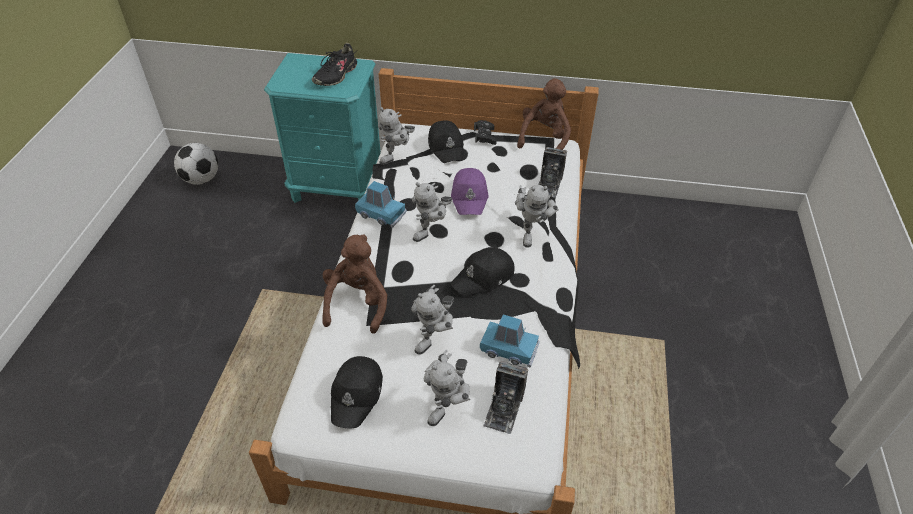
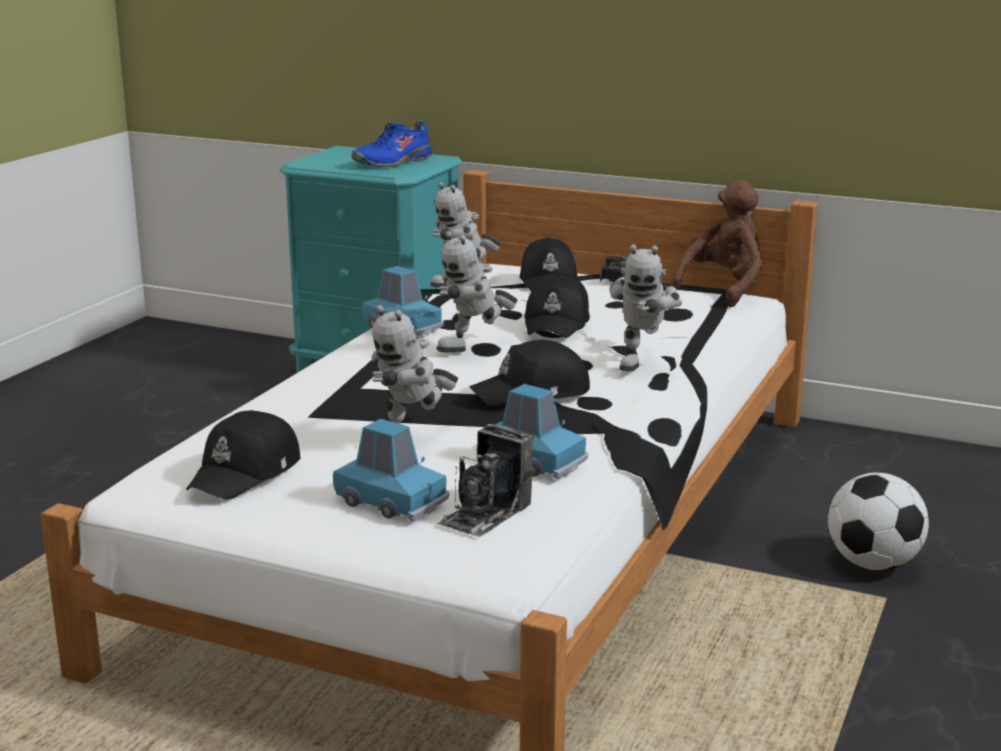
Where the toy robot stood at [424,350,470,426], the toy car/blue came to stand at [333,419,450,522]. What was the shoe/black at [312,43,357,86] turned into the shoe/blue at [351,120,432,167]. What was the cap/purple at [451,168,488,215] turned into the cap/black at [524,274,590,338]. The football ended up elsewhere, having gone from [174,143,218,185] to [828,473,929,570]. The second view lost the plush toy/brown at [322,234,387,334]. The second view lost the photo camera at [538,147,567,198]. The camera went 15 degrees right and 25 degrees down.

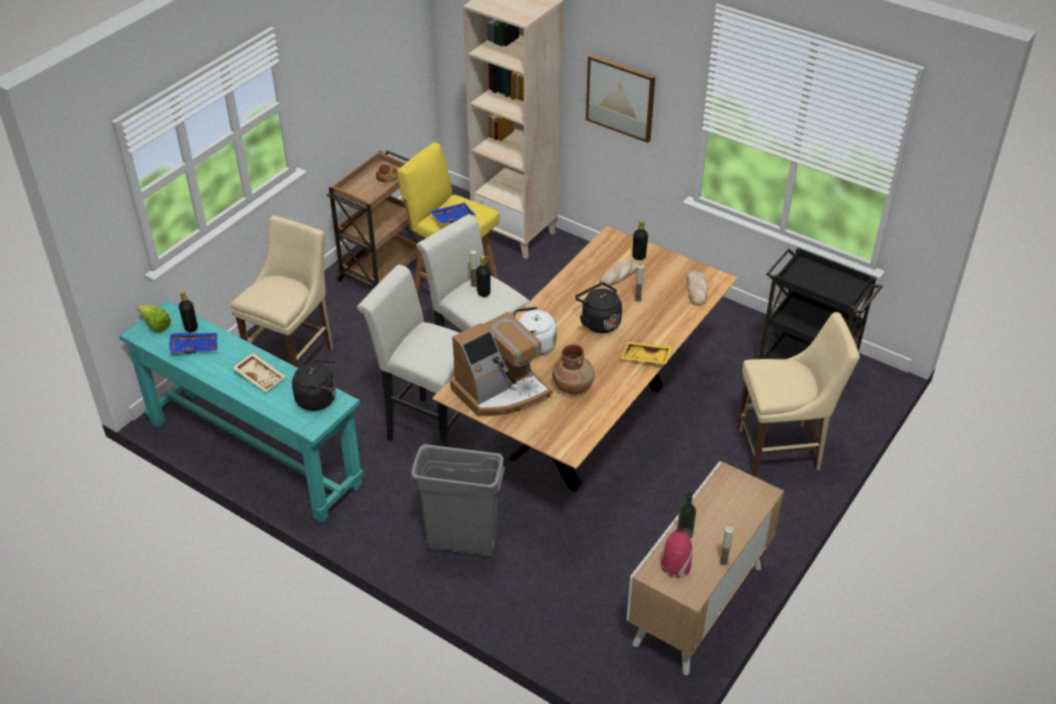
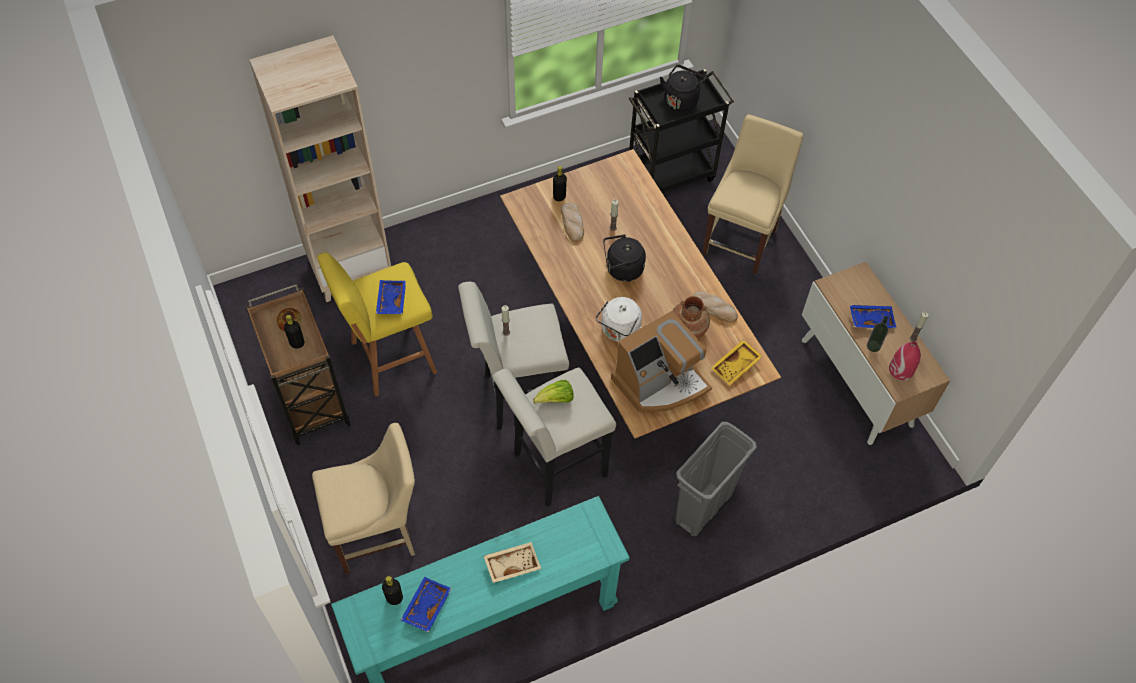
The bottle/black ended up elsewhere, having gone from [476,255,490,297] to [284,315,304,348]. The chair/beige at [231,215,333,368] ended up facing another way, 105 degrees clockwise from before. The lettuce ended up elsewhere, having gone from [137,305,171,332] to [533,380,574,404]. The coffee machine at [450,312,553,417] ended up facing another way, 60 degrees clockwise from before. The kettle/black ended up elsewhere, having gone from [292,359,337,411] to [660,65,706,112]. The bread ended up elsewhere, having gone from [687,271,707,306] to [693,291,738,323]. The tray/yellow ended up elsewhere, having gone from [621,342,672,364] to [711,339,763,385]. The second view gained the tray/blue at [850,305,896,328]. The second view lost the picture at [586,54,655,143]. The camera went 60 degrees left and 15 degrees up.

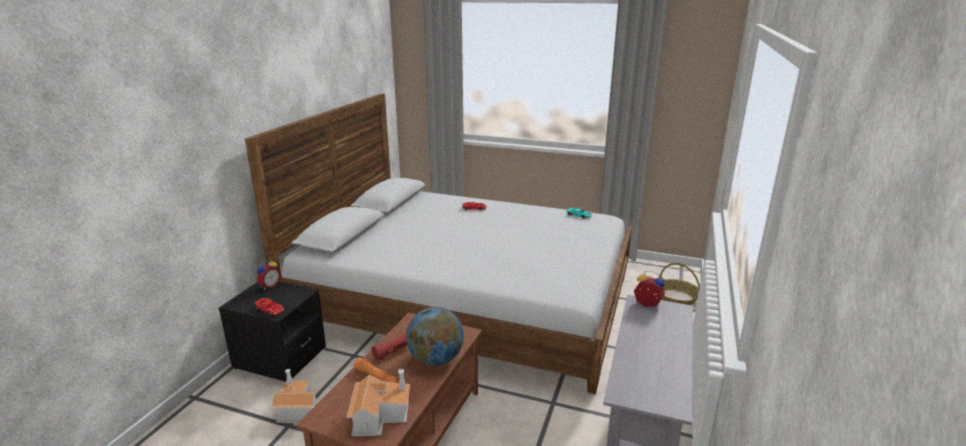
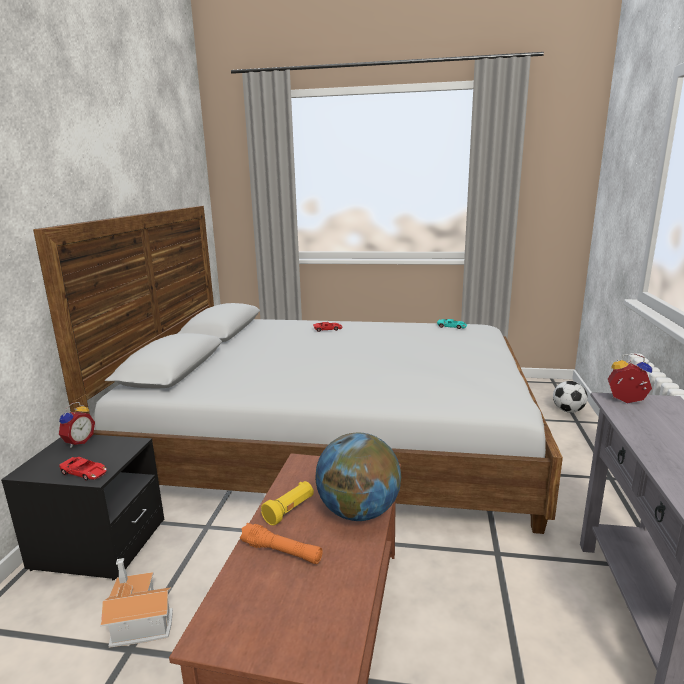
What was the flashlight/red at [372,334,407,361] turned into the flashlight/yellow at [261,481,314,526]. Where the basket stood at [659,263,700,305], the football came to stand at [553,381,588,413]. The second view lost the toy house at [347,369,410,436]. The camera went 10 degrees left and 5 degrees down.

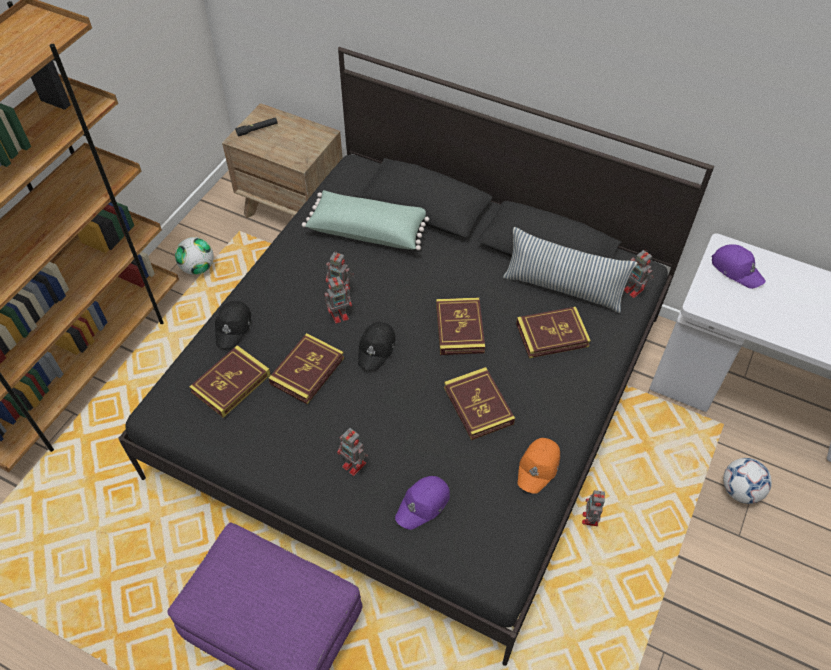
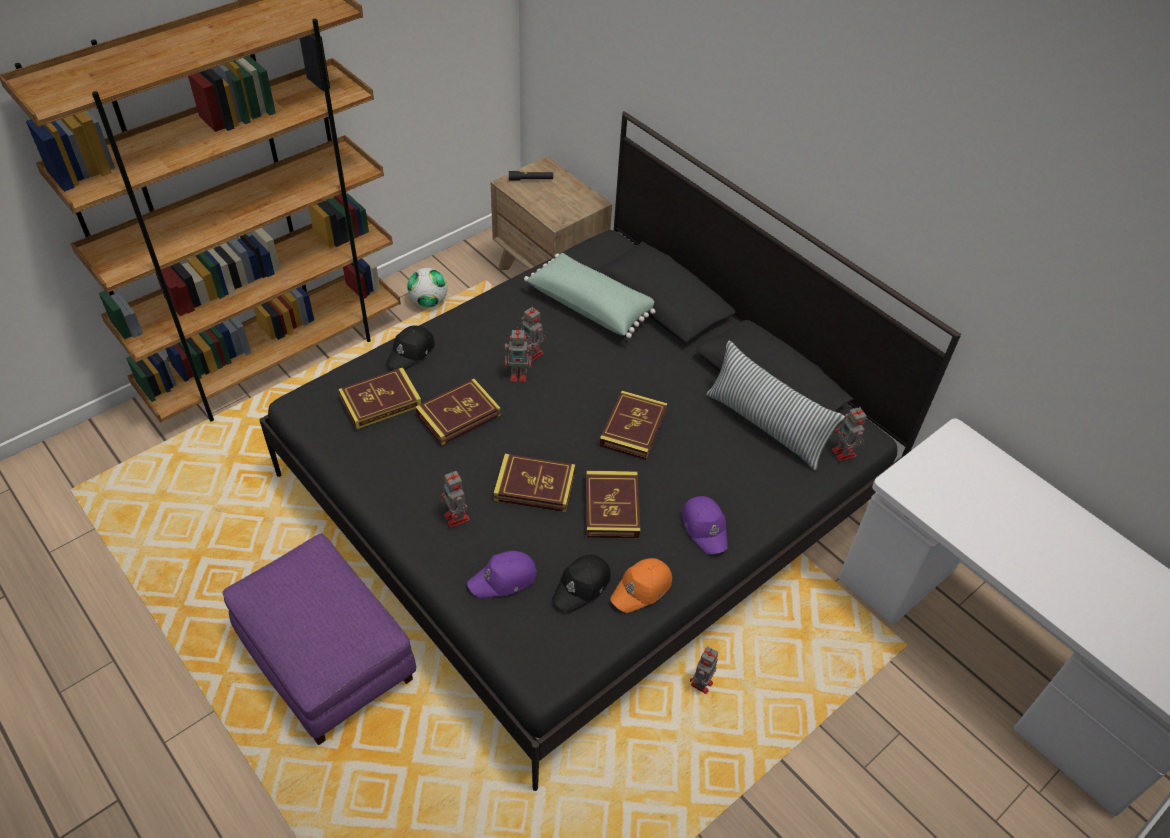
The book ended up elsewhere, having gone from [516,307,591,358] to [493,454,575,512]. The cap/black ended up elsewhere, having gone from [358,322,396,371] to [552,555,611,613]. The cap/purple ended up elsewhere, having gone from [711,244,766,289] to [682,496,728,554]. The second view lost the football at [723,458,772,504]. The camera went 20 degrees right and 5 degrees down.

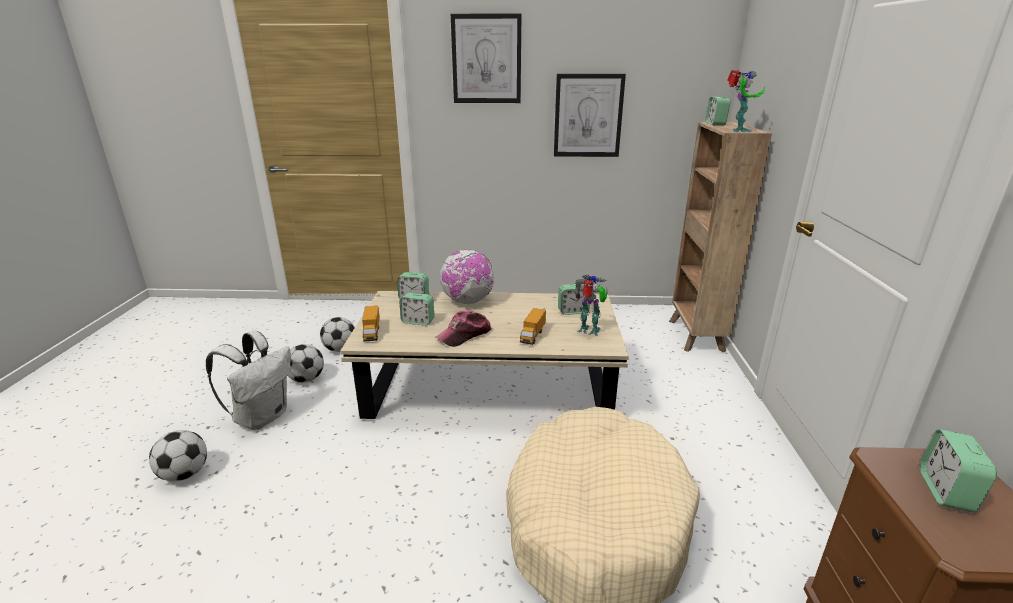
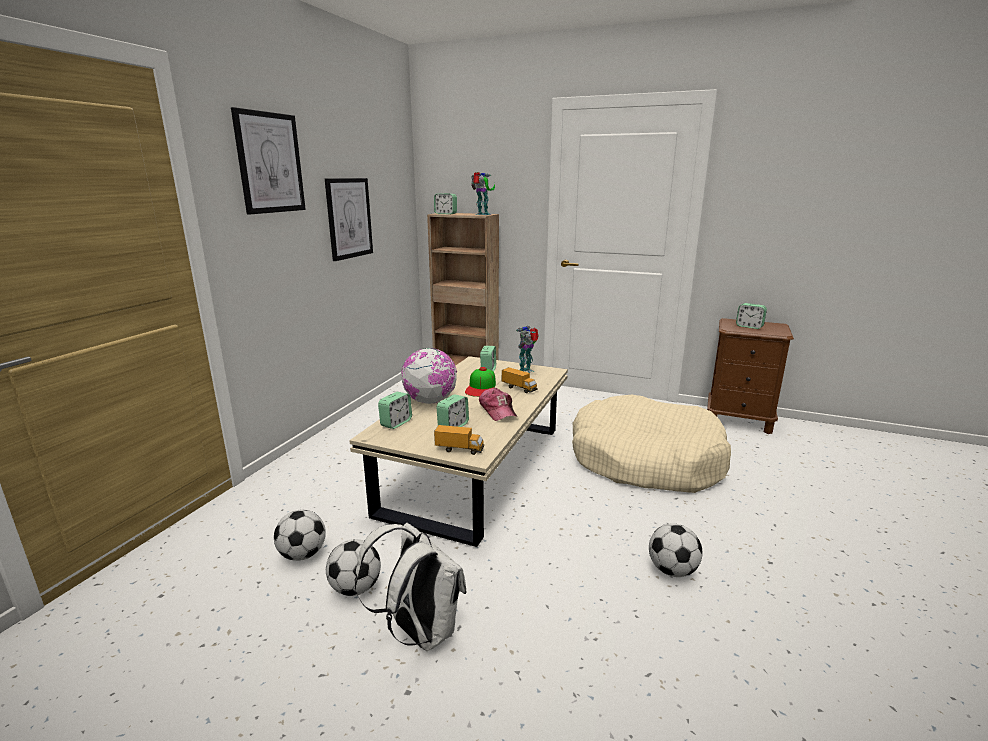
The second view gained the cap at [465,367,496,397]. The football ended up elsewhere, having gone from [149,430,207,482] to [649,523,702,577]. The camera went 70 degrees left and 5 degrees down.

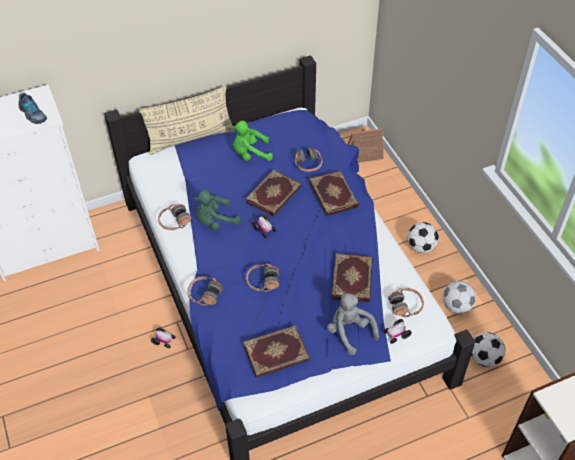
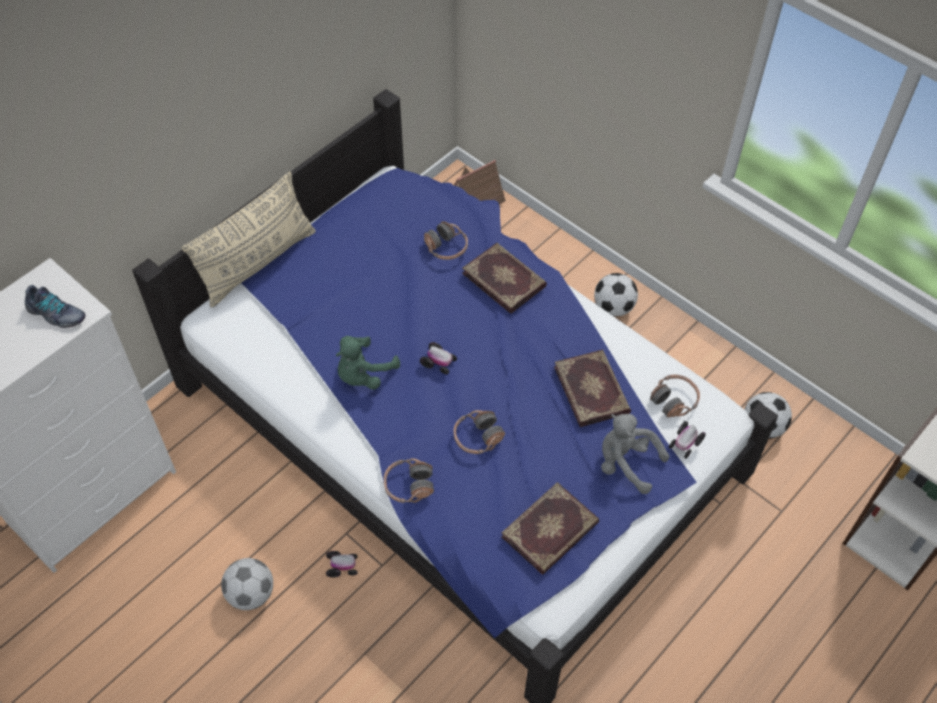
The football ended up elsewhere, having gone from [443,281,476,314] to [221,558,273,610]. The second view lost the headphones at [158,204,191,230]. The second view lost the plush toy/green at [232,121,273,161]. The second view lost the book at [246,170,302,217]. The camera went 25 degrees left and 5 degrees up.

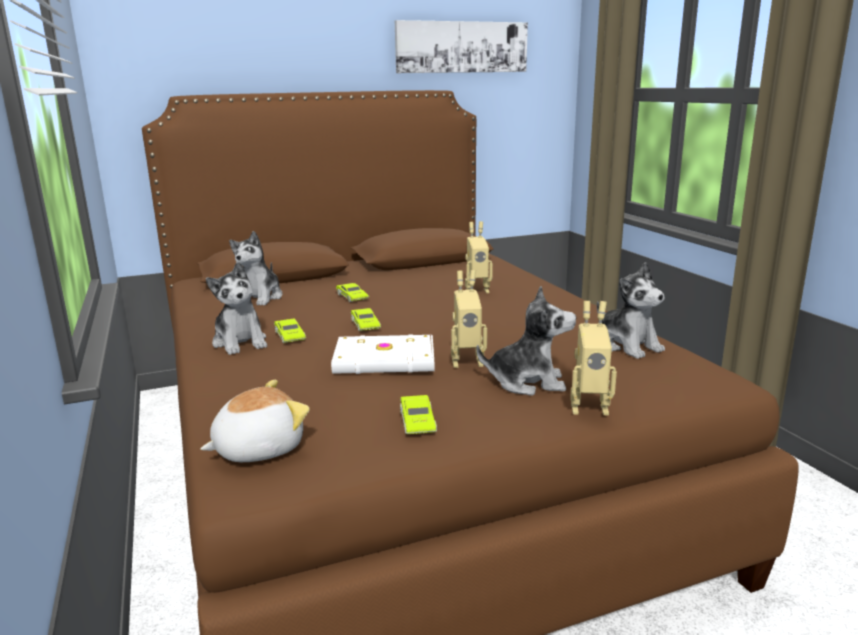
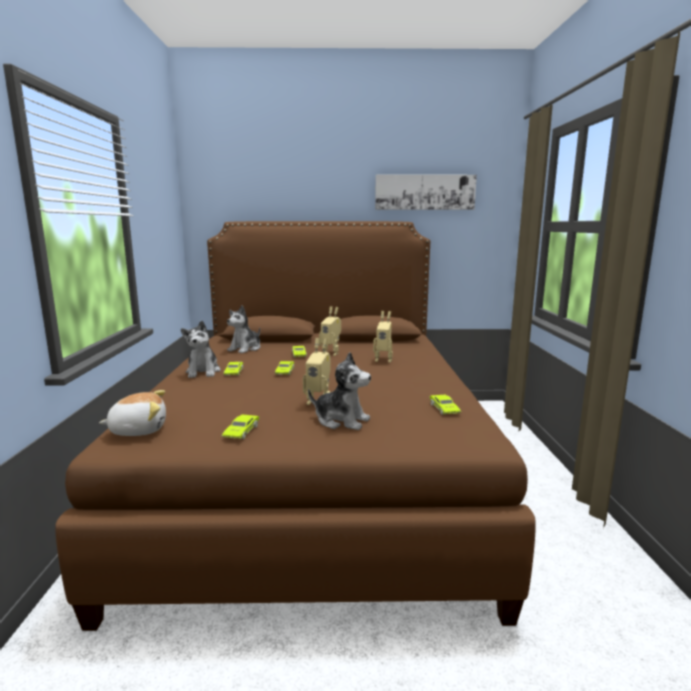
The toy robot ended up elsewhere, having gone from [570,301,617,415] to [319,306,341,356]. Where the plush toy stood at [597,262,665,359], the toy car/green came to stand at [429,395,461,415]. The second view lost the book/white at [331,334,435,374]. The camera went 20 degrees right and 5 degrees down.

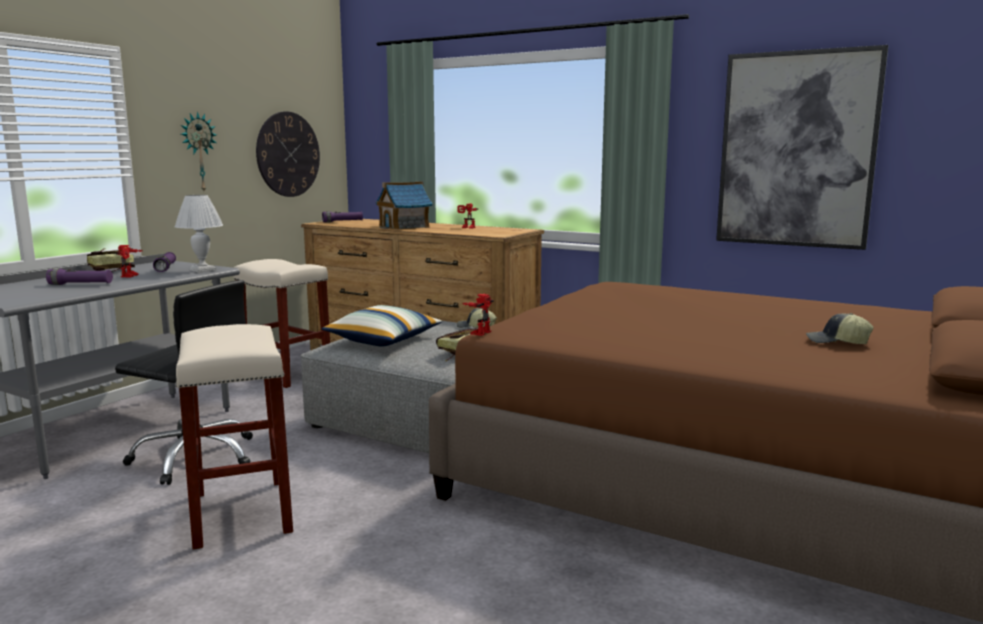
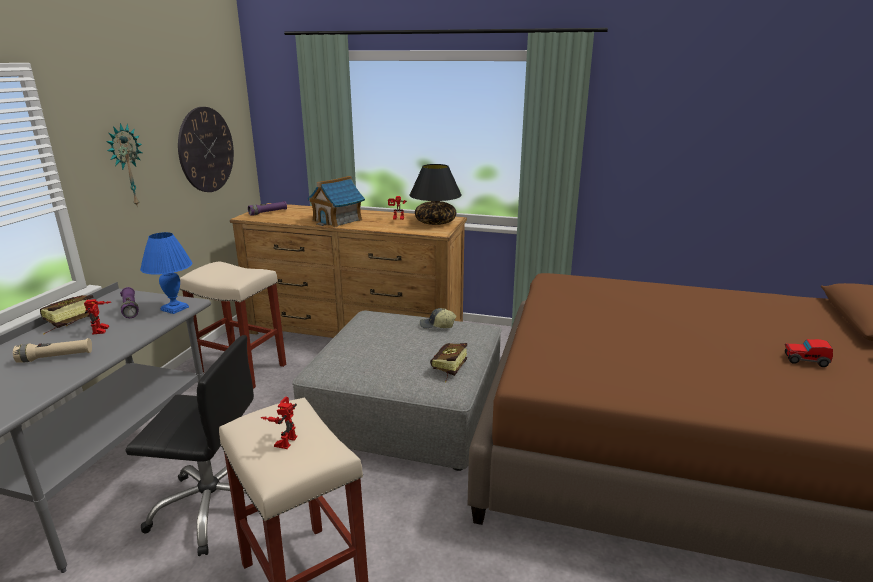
What was the flashlight/purple at [46,268,113,285] turned into the flashlight/beige at [13,338,92,363]. What was the table lamp/white at [175,195,223,273] turned into the table lamp/blue at [140,232,192,314]. The toy robot ended up elsewhere, having gone from [462,294,494,336] to [261,397,297,449]. The second view gained the table lamp/black at [410,164,462,225]. Where the cap stood at [806,313,873,344], the toy car came to stand at [785,339,833,367]. The second view lost the pillow at [322,305,442,347]. The second view lost the picture at [716,45,888,250]. The camera went 15 degrees left and 10 degrees up.

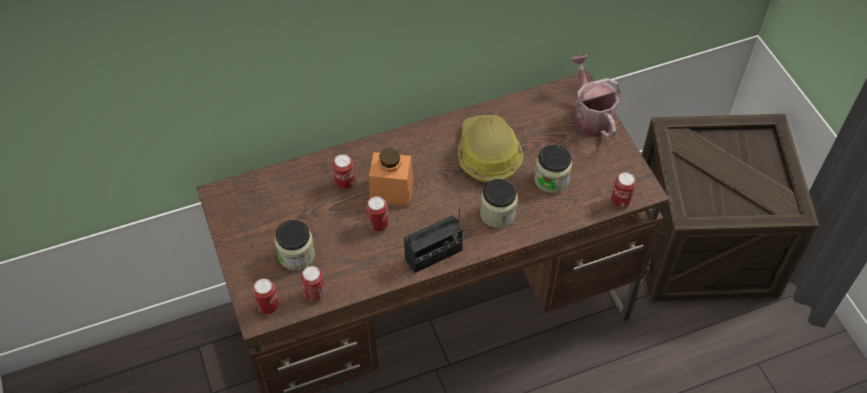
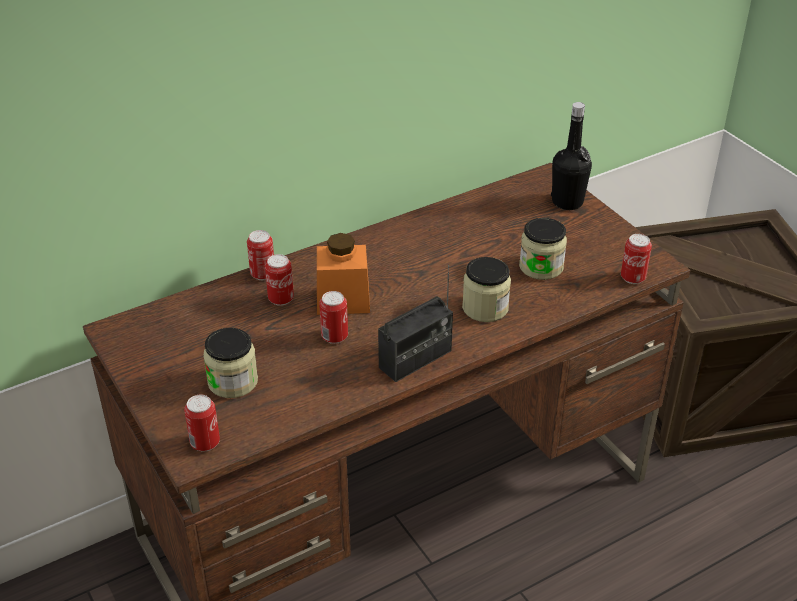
The can ended up elsewhere, having gone from [301,266,325,302] to [247,230,274,280]. Where the watering can stood at [570,54,620,138], the bottle/black came to stand at [551,102,592,210]. The second view lost the hard hat at [458,115,524,183]. The camera went 10 degrees left and 15 degrees down.

